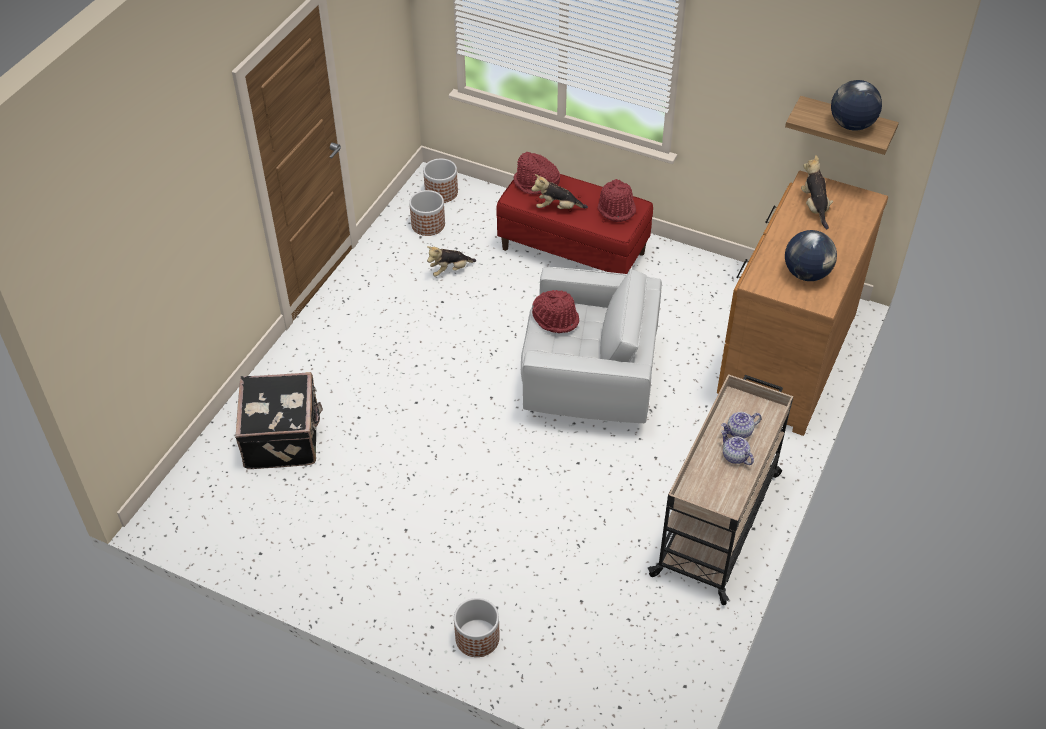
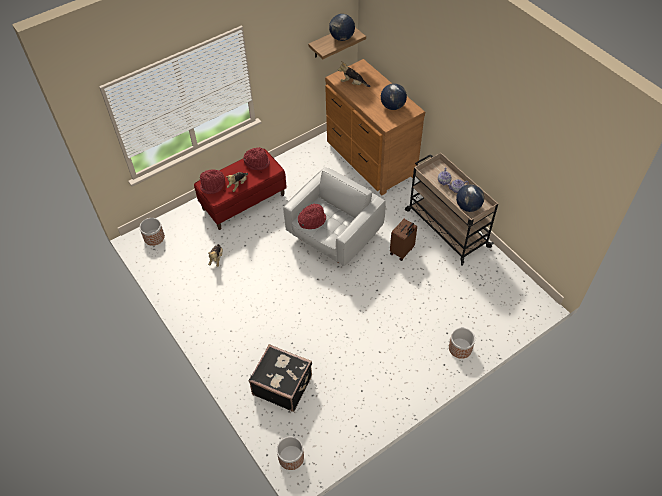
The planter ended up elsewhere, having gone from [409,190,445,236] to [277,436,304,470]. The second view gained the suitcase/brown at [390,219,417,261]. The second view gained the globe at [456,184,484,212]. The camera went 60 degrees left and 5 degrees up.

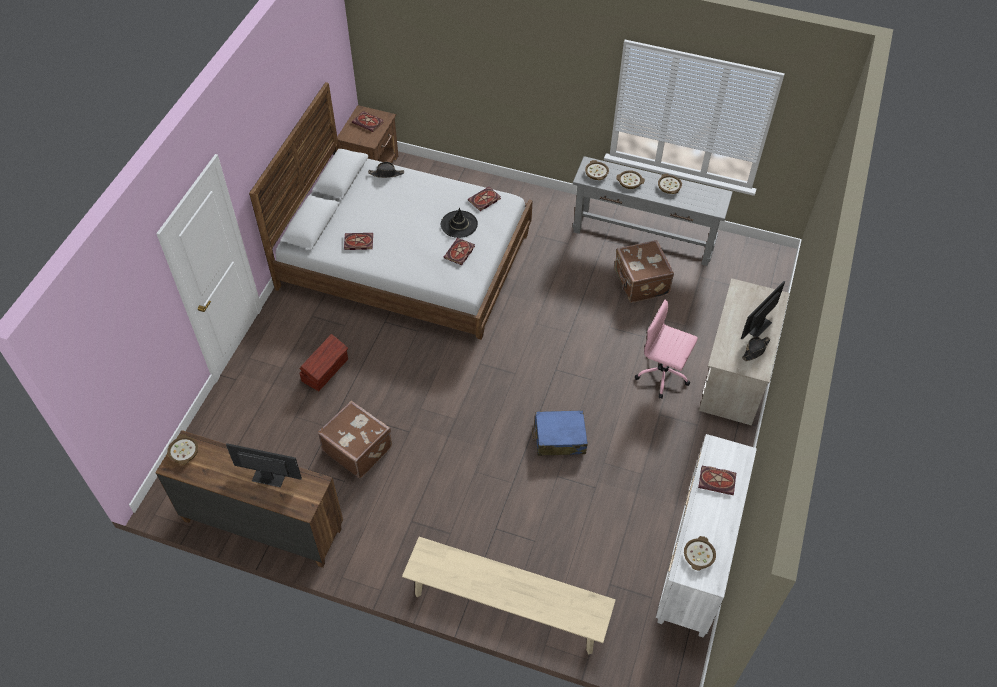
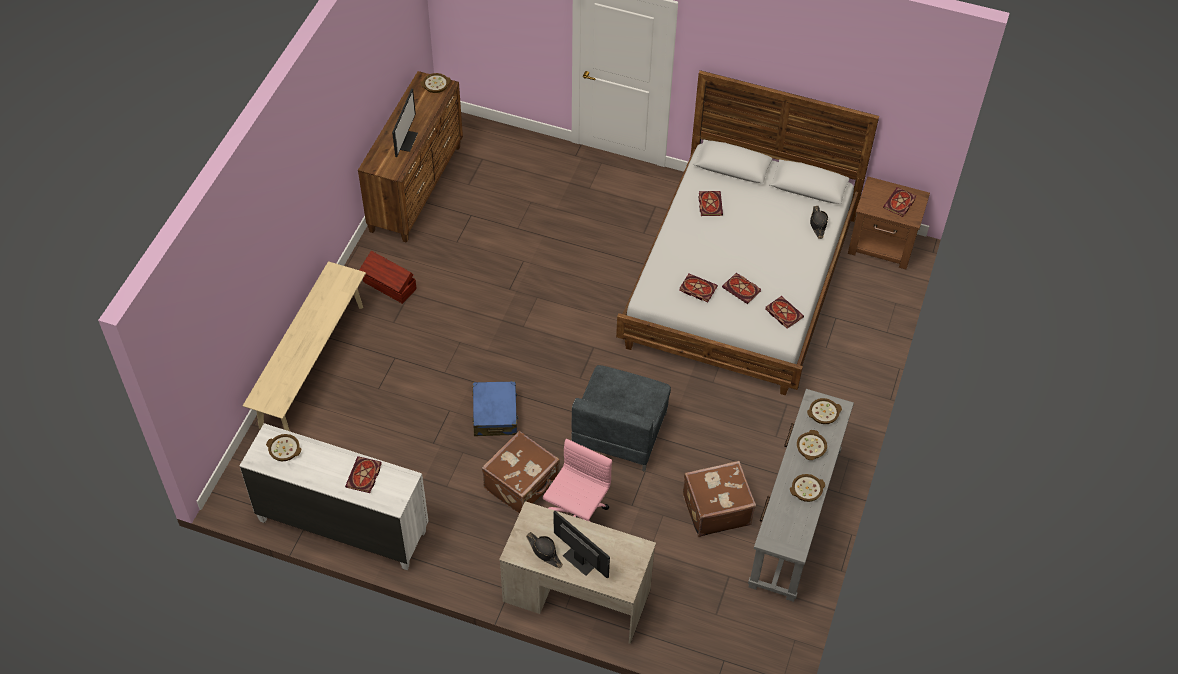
The storage box/brown ended up elsewhere, having gone from [299,334,348,391] to [359,251,417,304]. The suitcase/brown ended up elsewhere, having gone from [318,401,392,478] to [482,431,560,514]. The second view gained the armchair/grey at [571,365,671,472]. Where the hat/black stood at [441,208,478,238], the book came to stand at [722,273,761,304]. The camera went 90 degrees right and 0 degrees up.

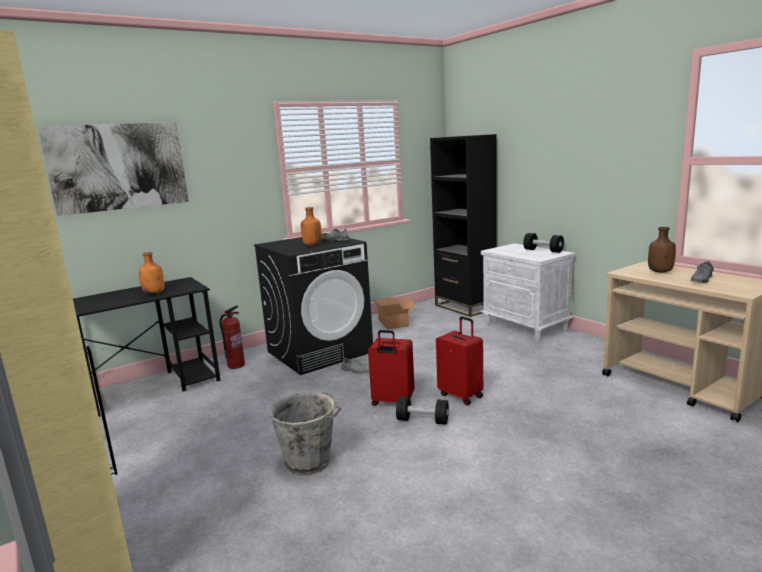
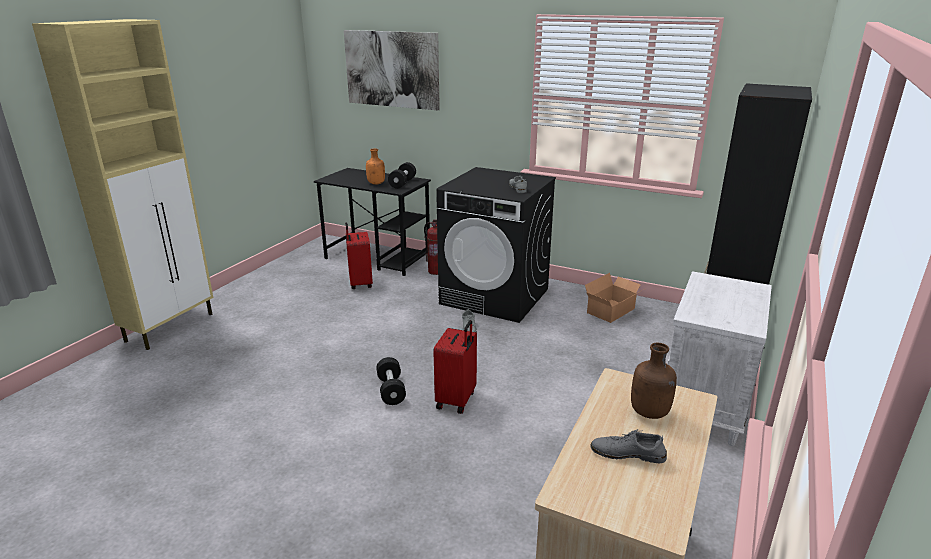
The suitcase/red ended up elsewhere, having gone from [368,330,415,406] to [345,222,373,289]. The dumbbell/black ended up elsewhere, having gone from [523,233,564,253] to [388,162,416,189]. The second view lost the bucket/grey at [269,392,341,475]. The second view lost the bottle/orange at [301,207,322,246]. The camera went 60 degrees right and 10 degrees up.

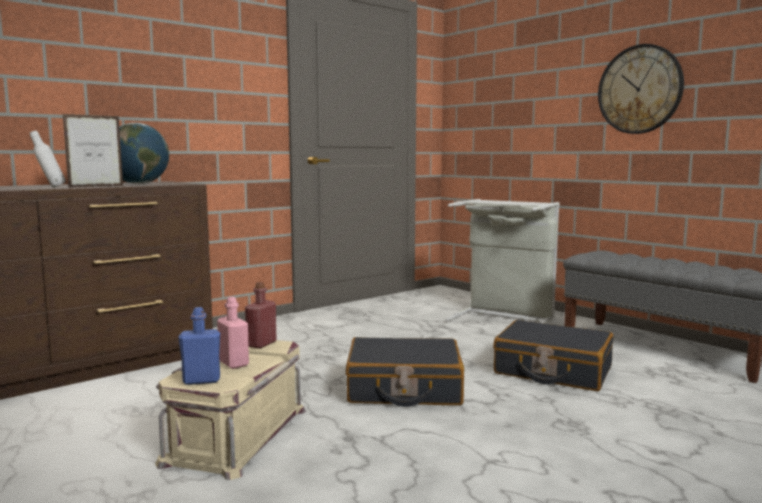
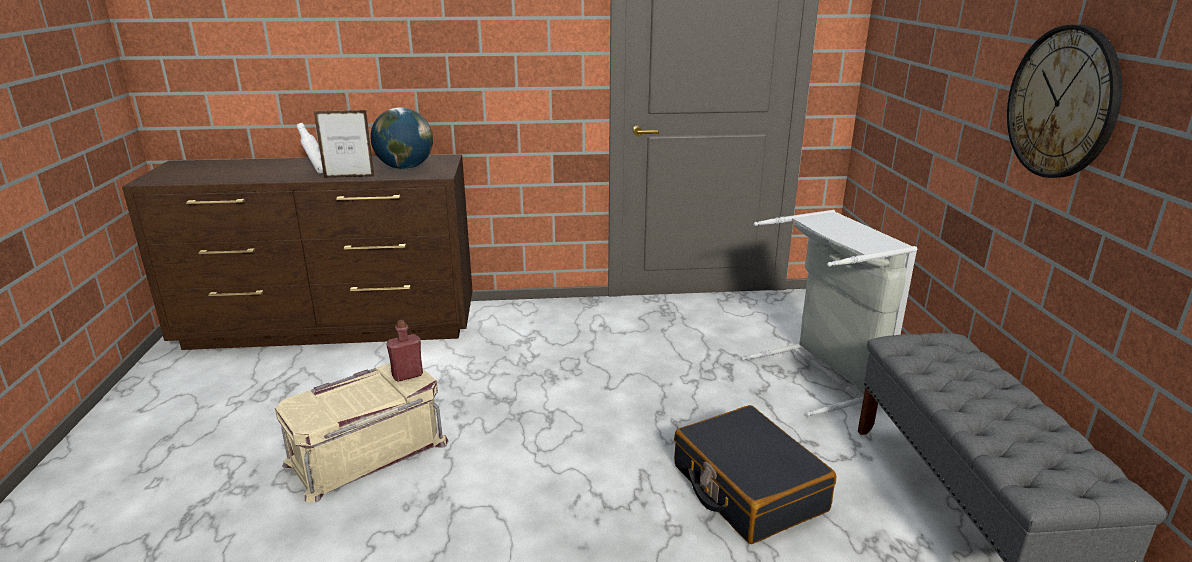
The second view lost the bottle/blue at [178,307,220,385]. The second view lost the bottle/pink at [217,297,249,369]. The second view lost the suitcase/black at [346,337,464,407]. The camera went 35 degrees right and 15 degrees up.

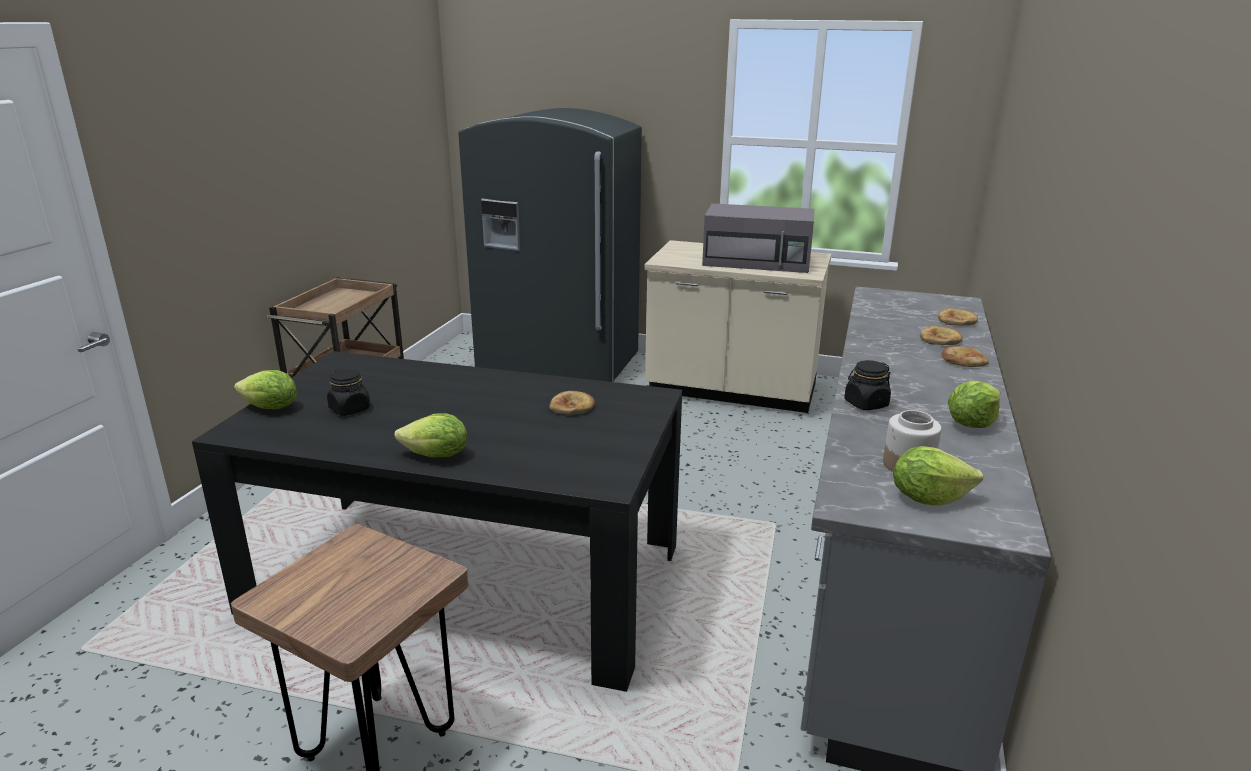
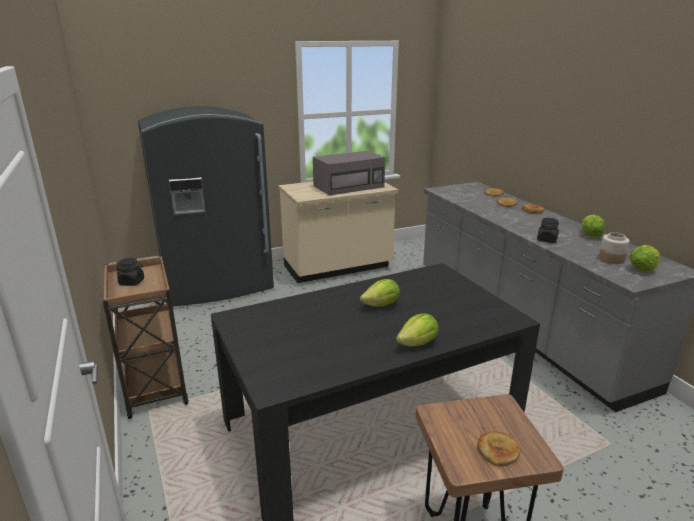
The jar/black ended up elsewhere, having gone from [327,369,370,416] to [116,258,144,286]. The lettuce ended up elsewhere, having gone from [234,370,297,409] to [360,279,400,306]. The bread ended up elsewhere, having gone from [549,391,595,415] to [477,431,521,467]. The camera went 40 degrees left and 0 degrees up.

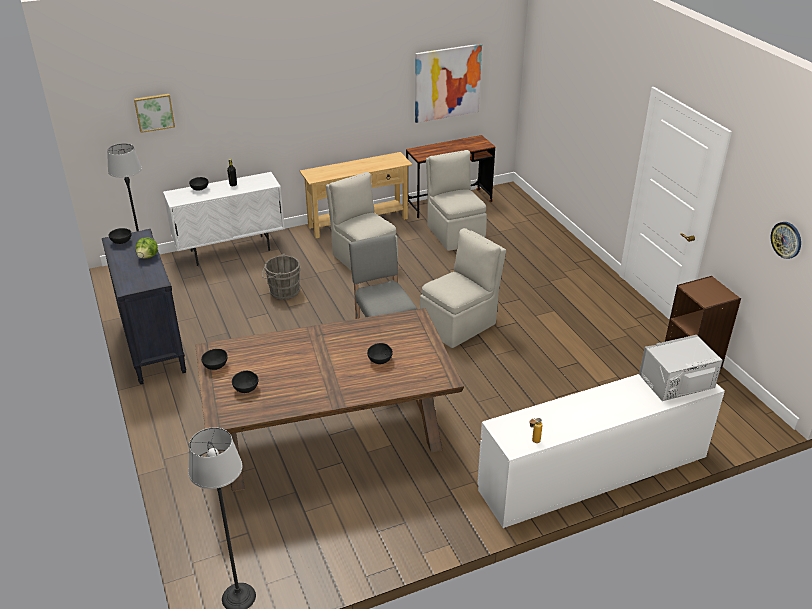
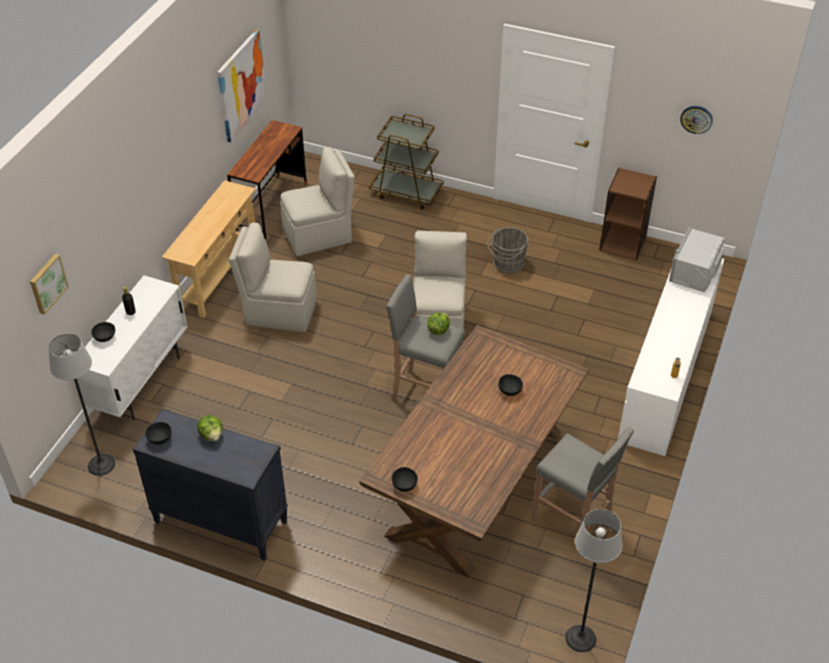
The chair/beige at [426,150,487,251] ended up facing another way, 135 degrees clockwise from before. The second view gained the cart/brown at [369,114,444,210]. The second view gained the lettuce at [428,313,450,335]. The bucket/grey ended up elsewhere, having gone from [262,254,301,300] to [487,227,529,274]. The second view gained the stool/grey at [531,427,634,531]. The second view lost the bowl/black at [232,371,258,393]. The camera went 45 degrees left and 10 degrees up.

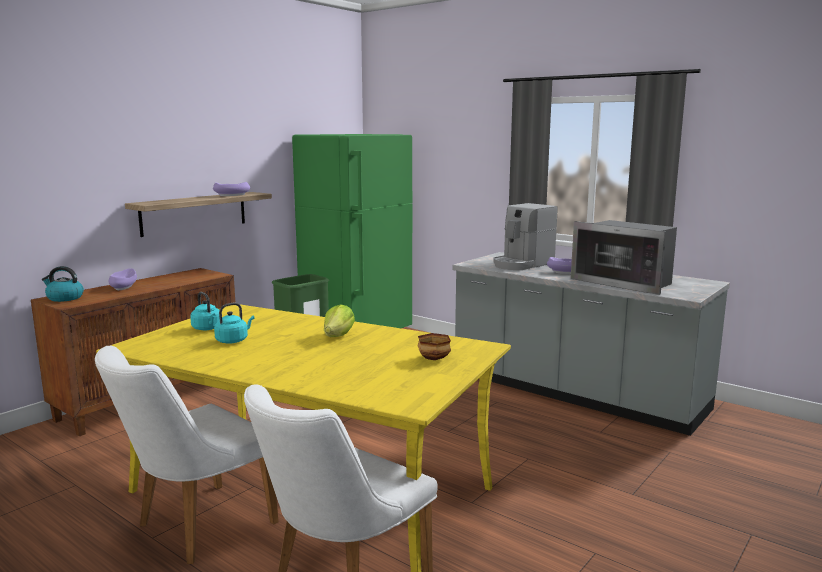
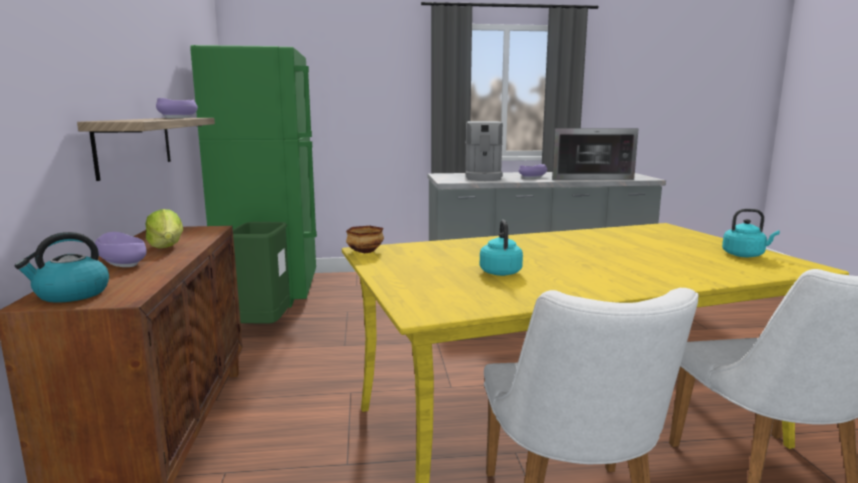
The lettuce ended up elsewhere, having gone from [324,305,355,337] to [146,209,183,249]. The bowl ended up elsewhere, having gone from [417,333,451,360] to [346,226,384,253]. The kettle/turquoise ended up elsewhere, having gone from [190,292,220,330] to [722,209,780,257]. The camera went 45 degrees left and 0 degrees up.

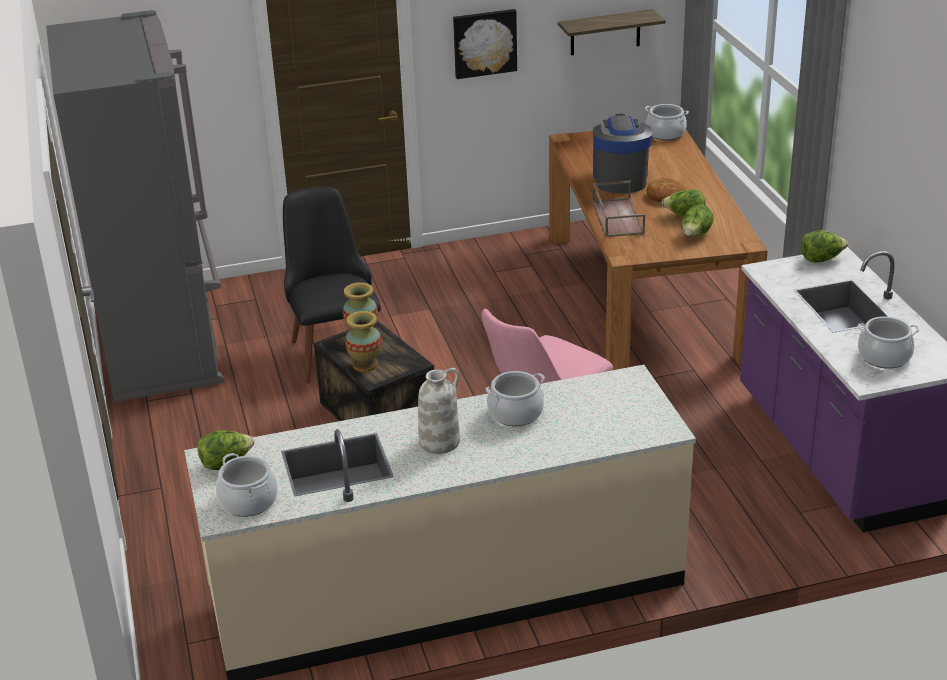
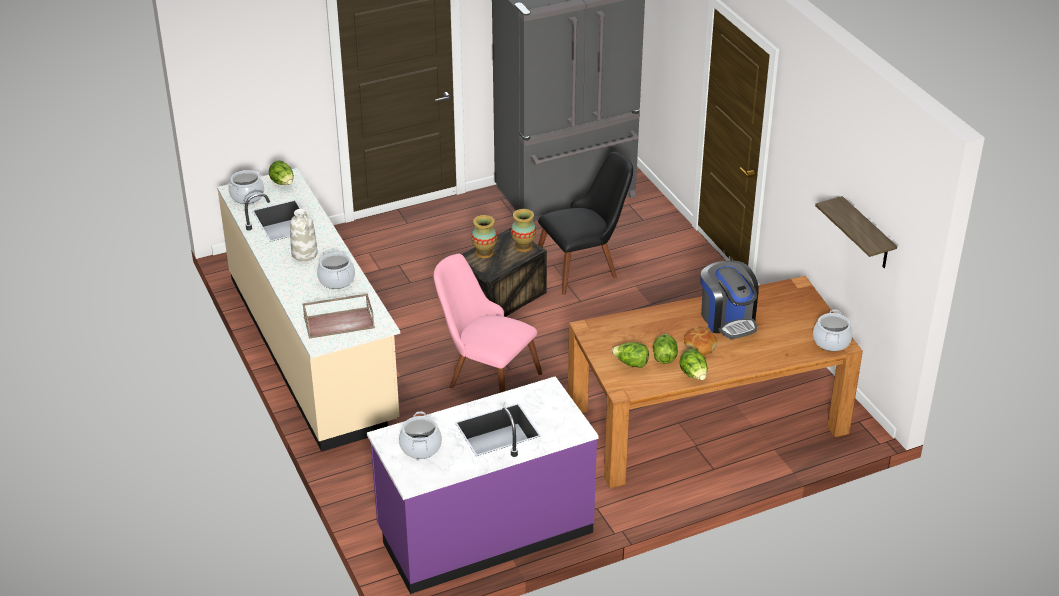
The tray/brown ended up elsewhere, having gone from [593,181,645,237] to [303,294,375,339]. The lettuce ended up elsewhere, having gone from [801,230,848,263] to [680,349,708,380]. The coffee machine at [593,114,653,194] ended up facing another way, 75 degrees clockwise from before. The second view lost the picture at [453,9,517,79]. The camera went 80 degrees right and 5 degrees up.

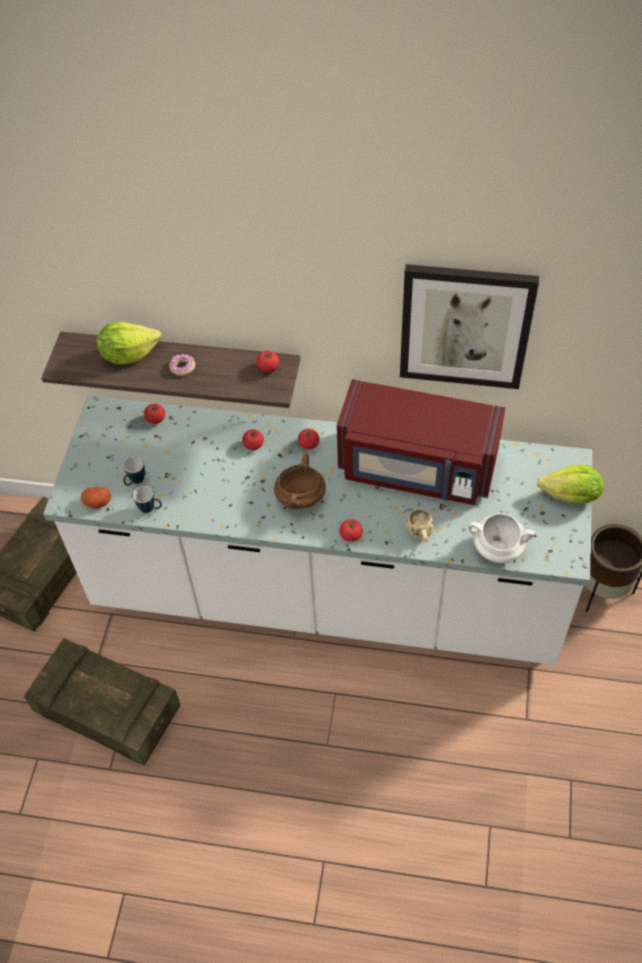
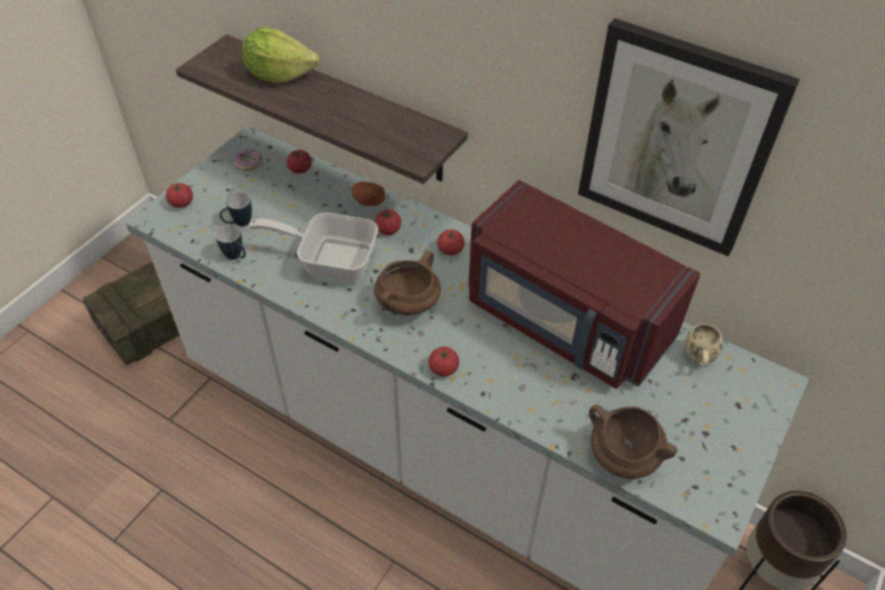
The tomato ended up elsewhere, having gone from [257,350,279,372] to [166,182,193,208]. The donut ended up elsewhere, having gone from [169,354,195,376] to [234,149,263,171]. The second view gained the frying pan at [249,213,378,282]. The potato ended up elsewhere, having gone from [81,487,111,509] to [351,181,385,206]. What was the cooking pot/white at [468,513,534,563] turned into the cooking pot/brown at [589,405,677,479]. The mug/beige ended up elsewhere, having gone from [406,509,434,542] to [685,324,723,367]. The second view lost the crate at [24,638,180,765]. The second view lost the lettuce at [537,465,604,503]. The camera went 20 degrees right and 5 degrees down.

